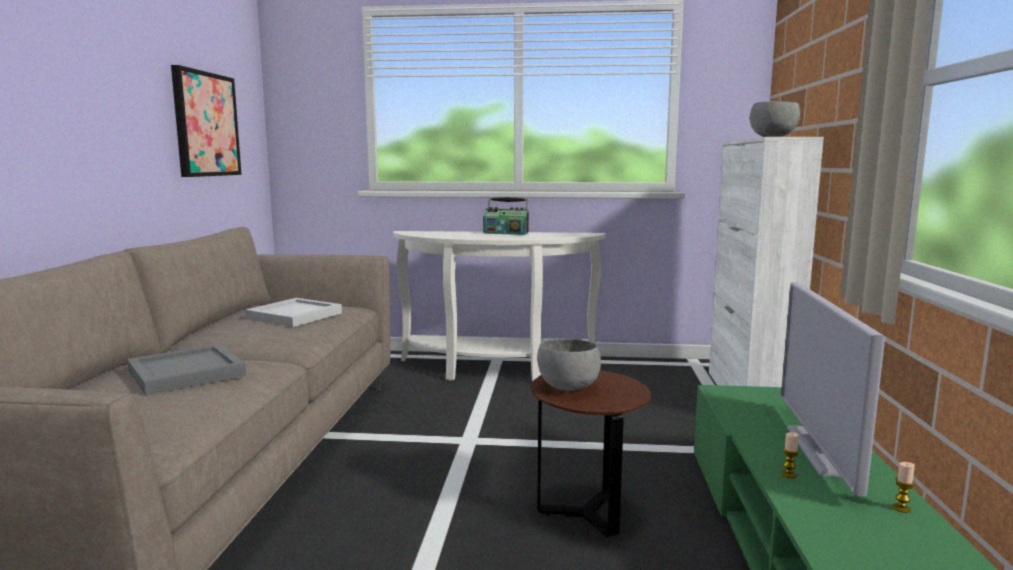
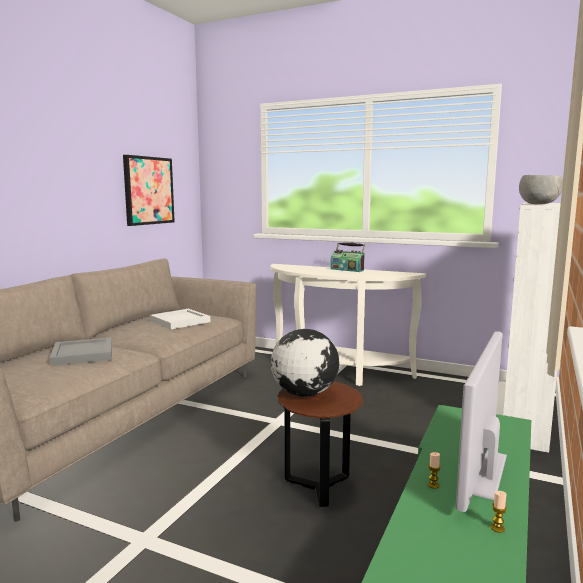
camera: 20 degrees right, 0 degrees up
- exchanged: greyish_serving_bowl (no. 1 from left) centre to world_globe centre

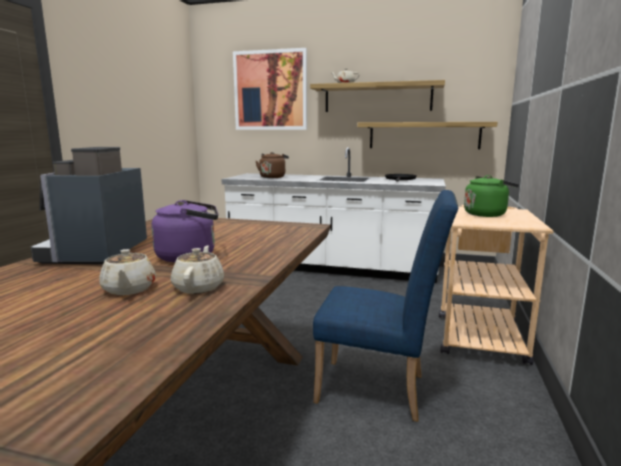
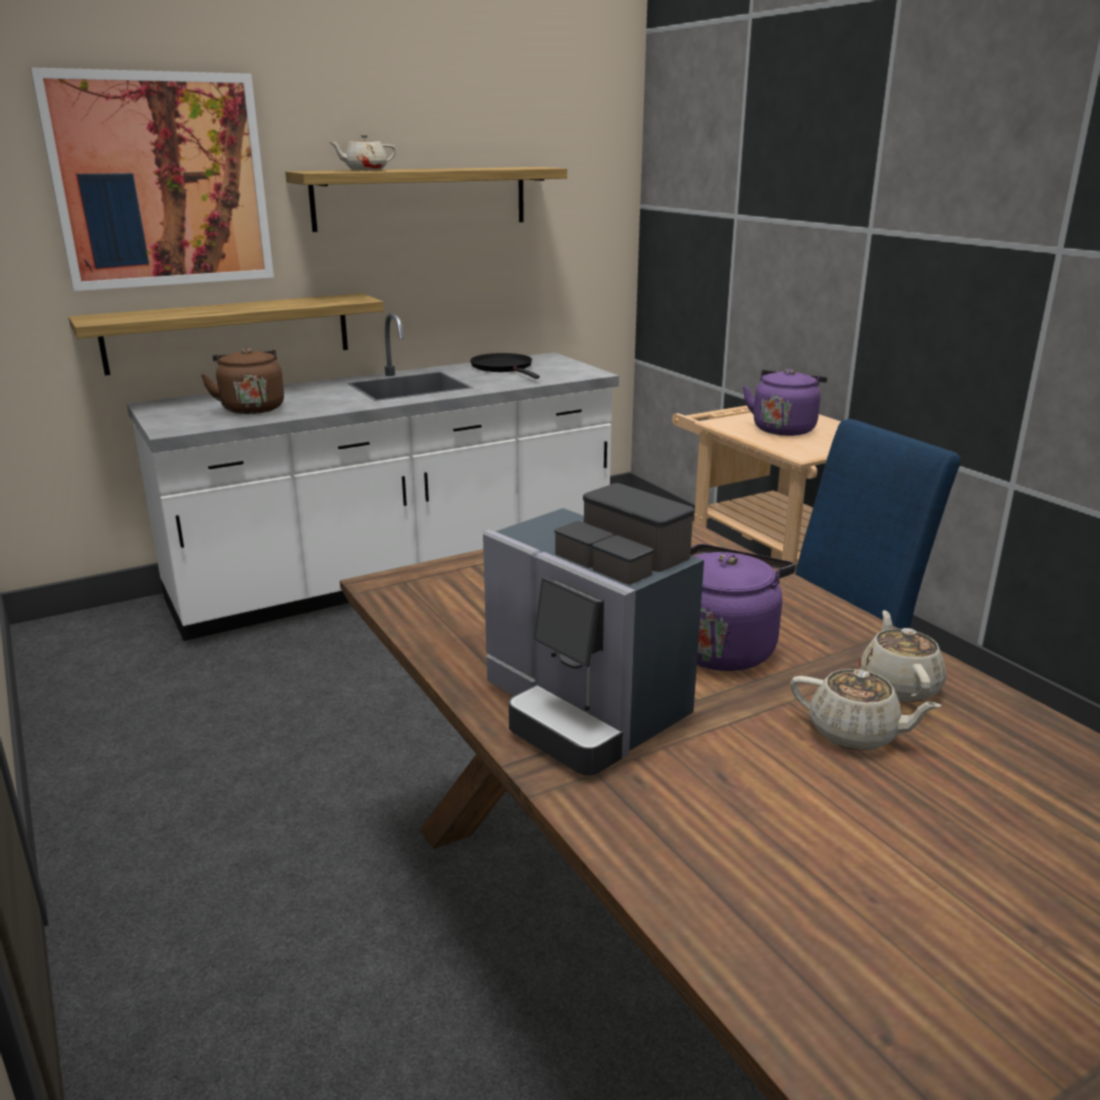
camera: 45 degrees left, 10 degrees up
- relocated: bracket_shelf (no. 2 from left in the first image) top right to bracket_shelf (no. 1 from left) top left
- colour: green-coloured_water_kettle middle right to purplish_water_kettle (no. 2 from left) middle right
- spun: beige-coloured_tea_pot (no. 2 from left in the first image) middle left = middle right 45 degrees clockwise

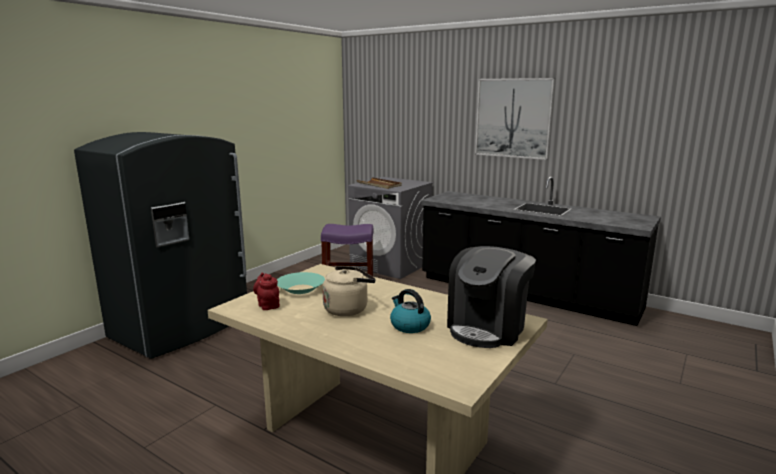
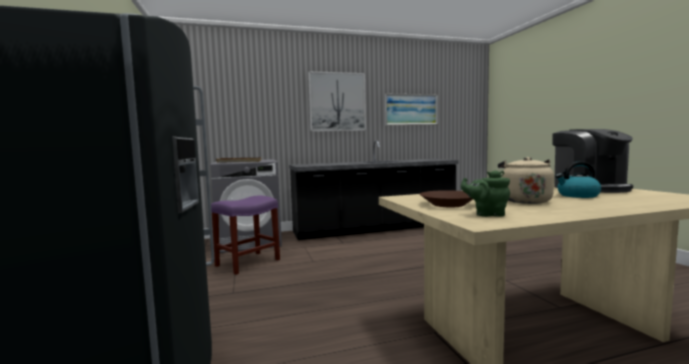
camera: 50 degrees left, 10 degrees down
- colour: reddish_tea_pot centre to green-coloured_tea_pot middle right
- colour: blue-green_serving_bowl centre to brownish_serving_bowl centre
- appeared: wall_art (no. 2 from left) top centre

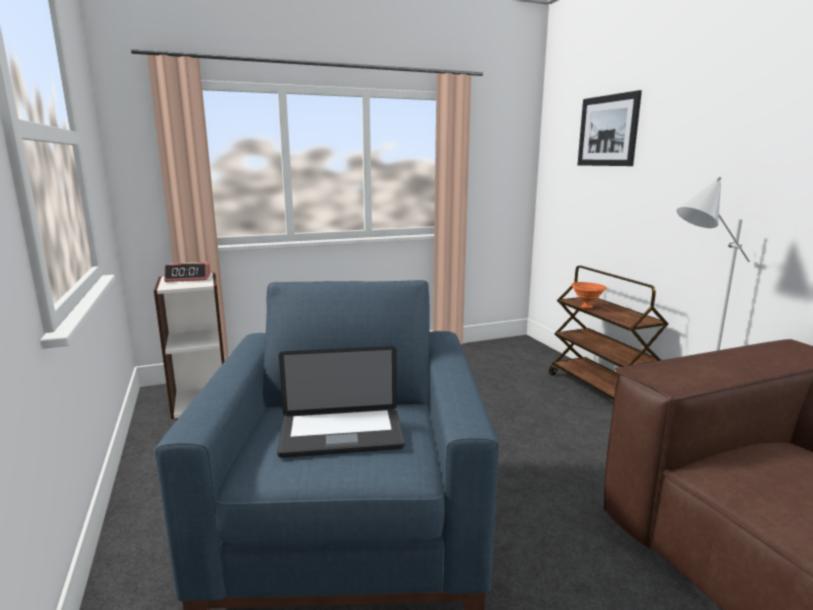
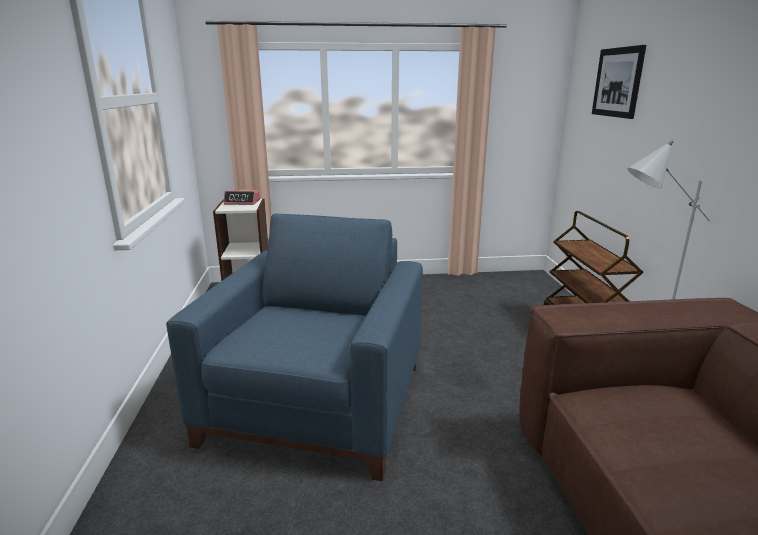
camera: 15 degrees right, 5 degrees up
- missing: orange-coloured_serving_bowl middle right
- missing: laptop centre

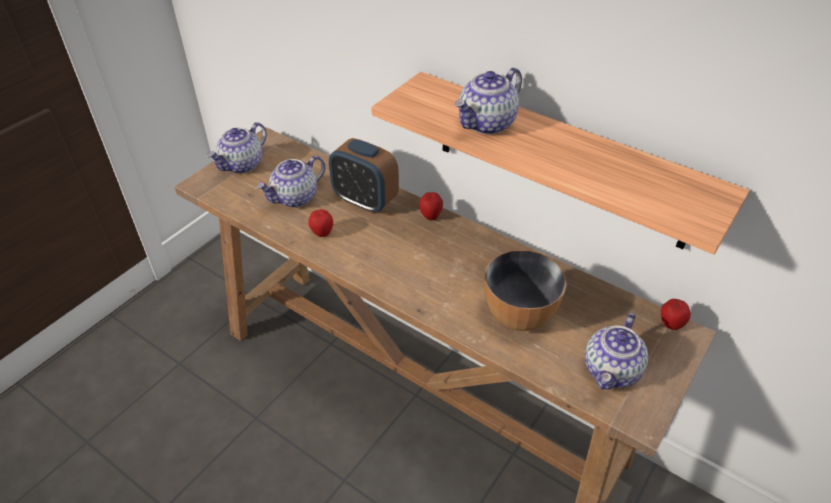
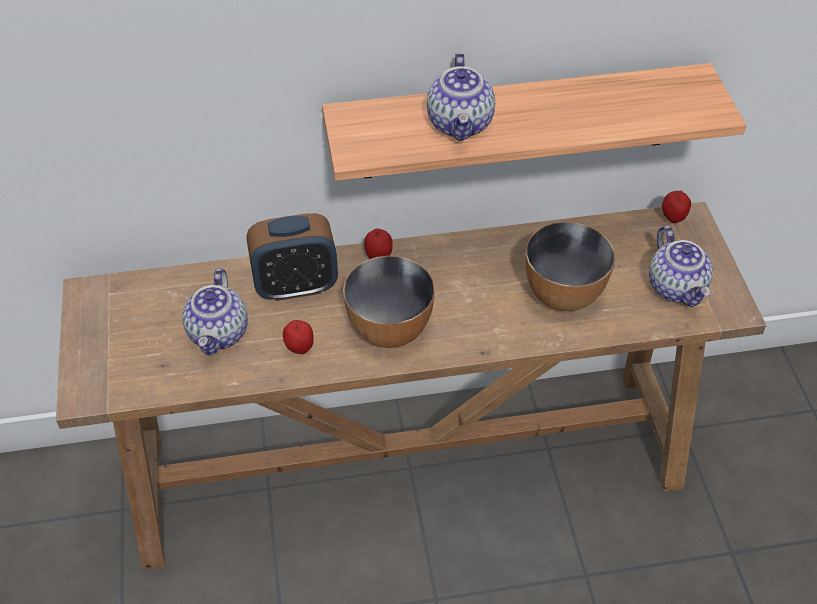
camera: 45 degrees left, 5 degrees up
- missing: tea_pot (no. 1 from left) top left
- appeared: serving_bowl (no. 1 from left) centre

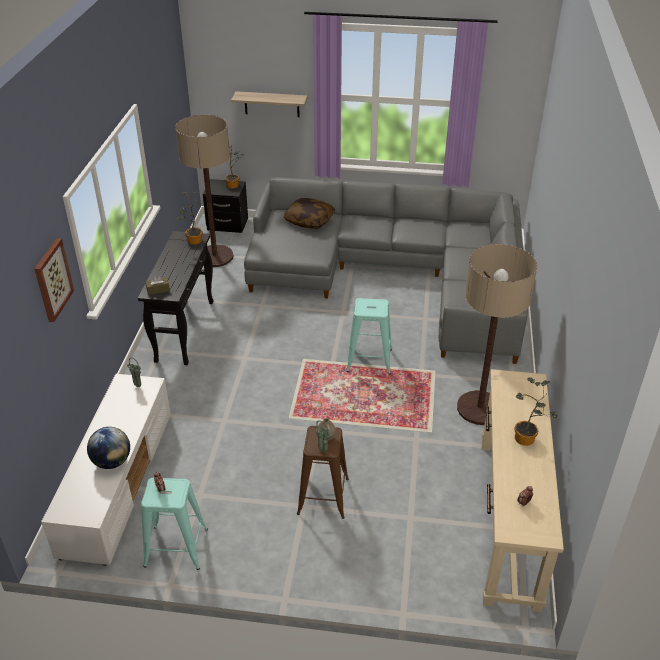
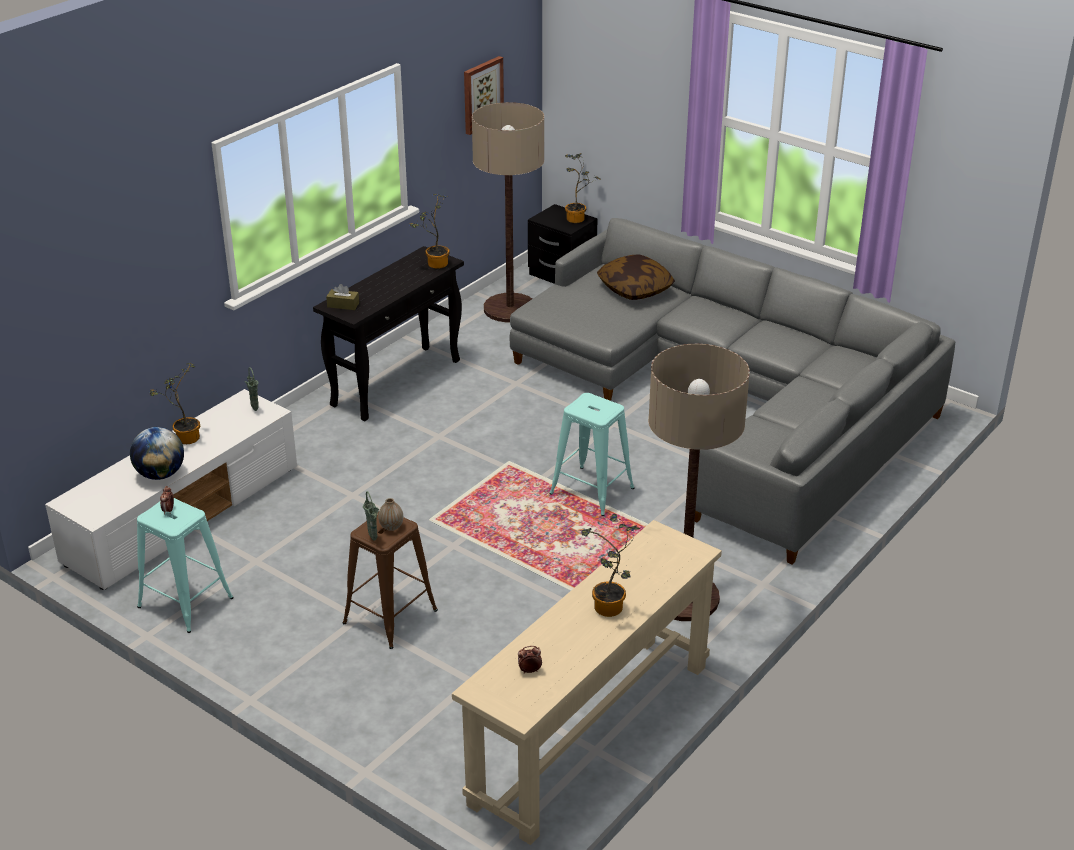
camera: 30 degrees right, 5 degrees down
- missing: bracket_shelf top centre
- relocated: wall_art middle left to top centre
- appeared: potted_plant (no. 1 from left) middle left

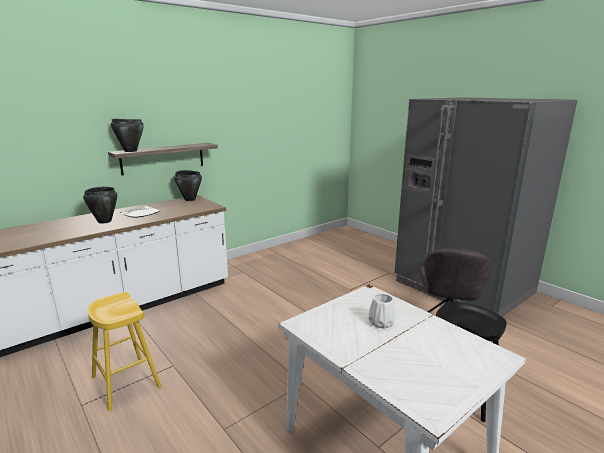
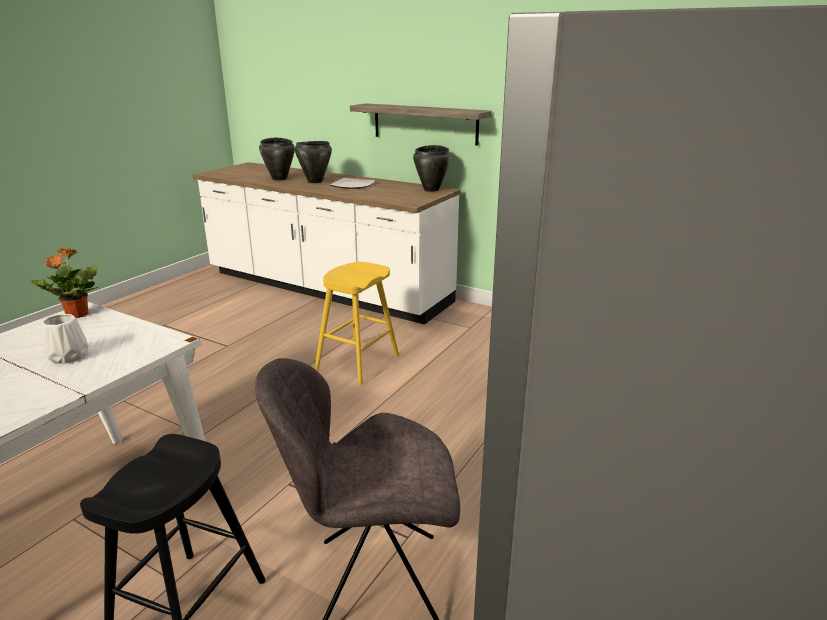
camera: 70 degrees right, 5 degrees up
- relocated: blackish_stockpot (no. 2 from left in the first image) top left to blackish_stockpot (no. 1 from left) top centre
- relocated: yellowish_stool_seat bottom left to centre
- appeared: potted_plant middle left

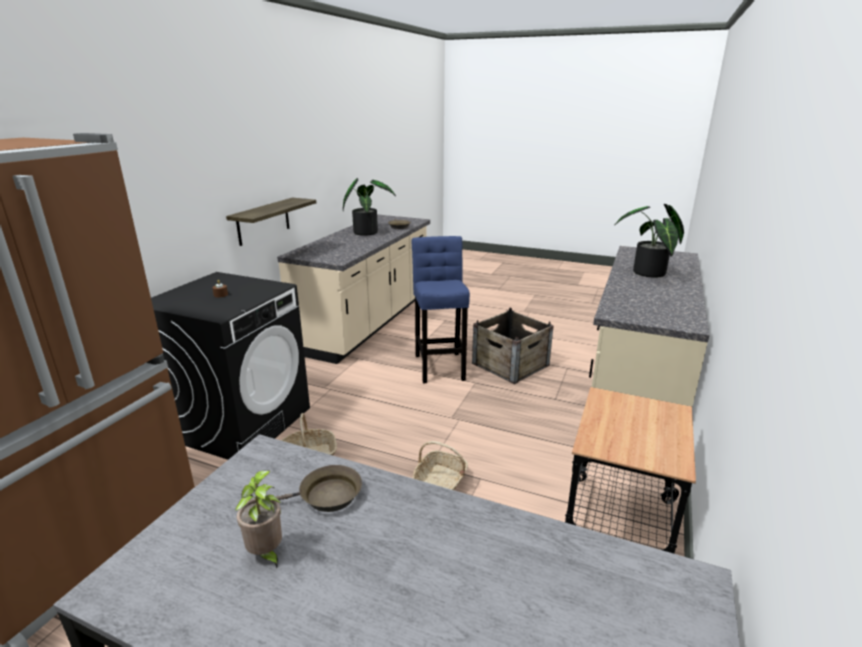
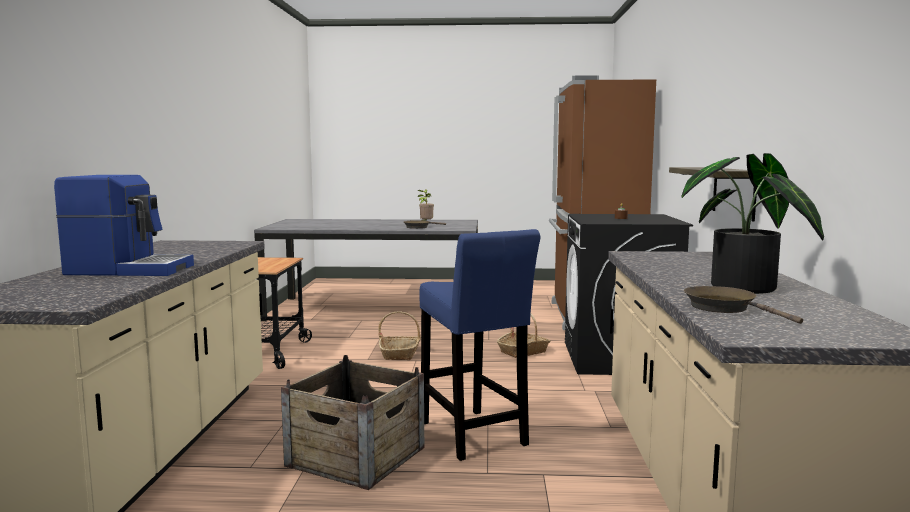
camera: 160 degrees right, 15 degrees down
- exchanged: potted_plant (no. 3 from left) middle right to coffee_maker middle left

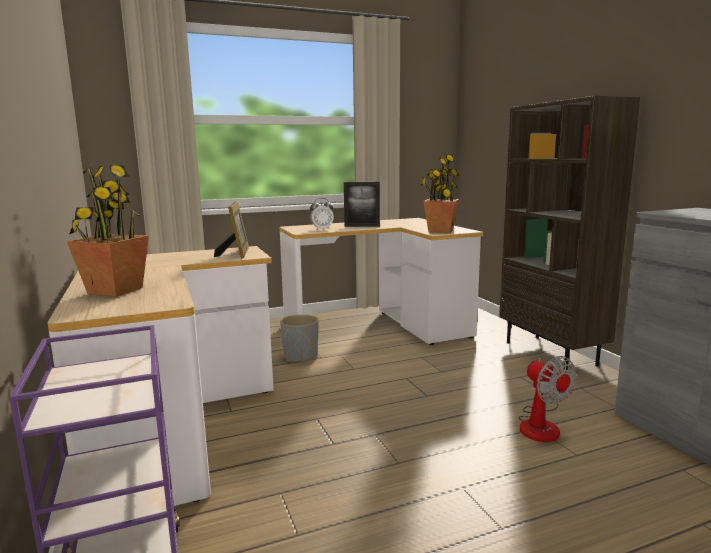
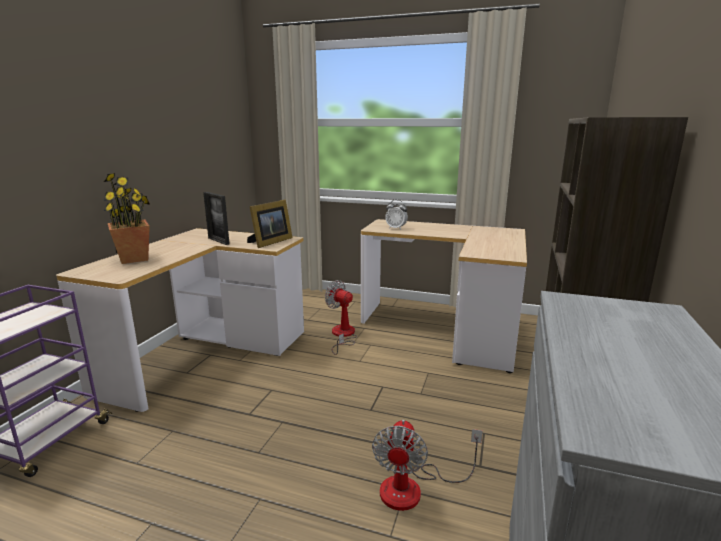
camera: 40 degrees right, 5 degrees up
- missing: potted_plant (no. 2 from left) centre
- relocated: picture_frame (no. 2 from left in the first image) centre to picture_frame (no. 1 from left) middle left
- exchanged: greyish_plant_pot centre to electric_fan (no. 1 from left) centre

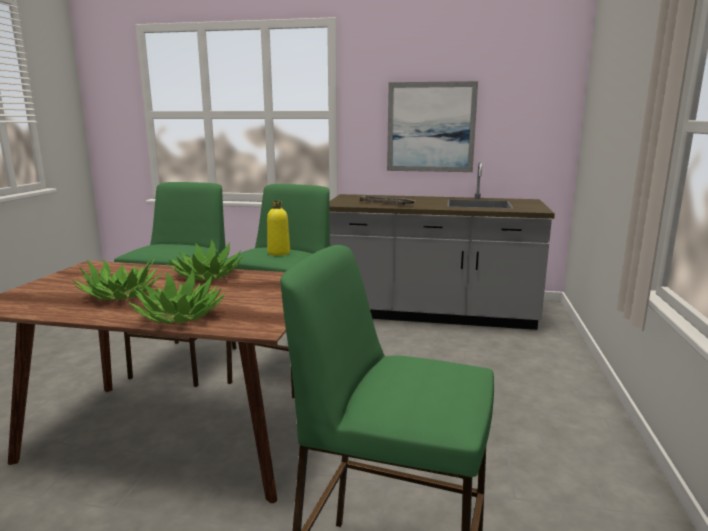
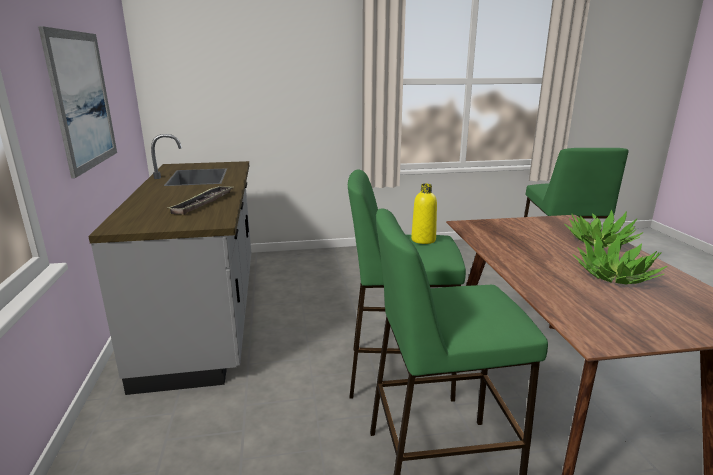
camera: 110 degrees left, 5 degrees up
- missing: potted_plant (no. 3 from left) middle left

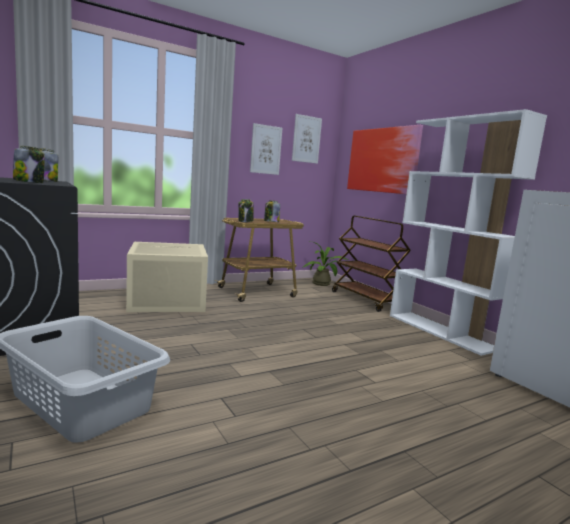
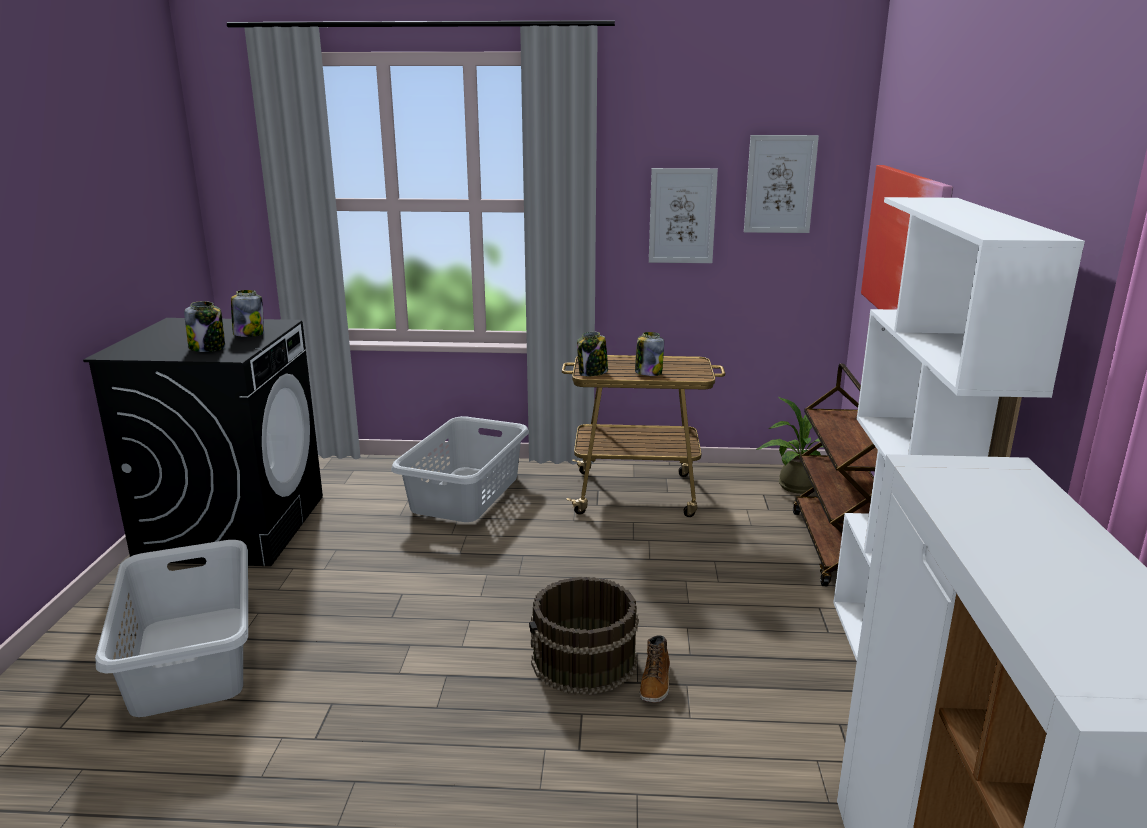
camera: 35 degrees right, 10 degrees up
- exchanged: beige-coloured_storage_bin middle left to greyish_washing_basket (no. 2 from left) centre
- appeared: brownish_pail bottom centre
- appeared: boot bottom centre

